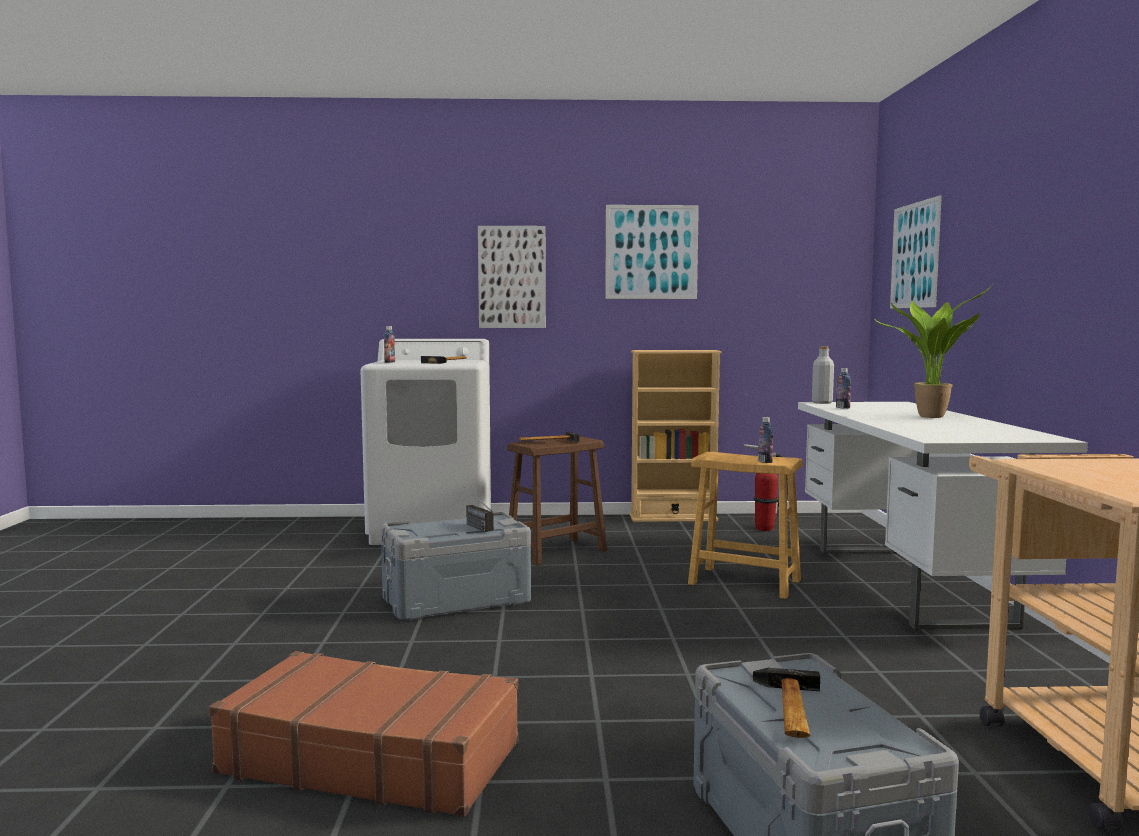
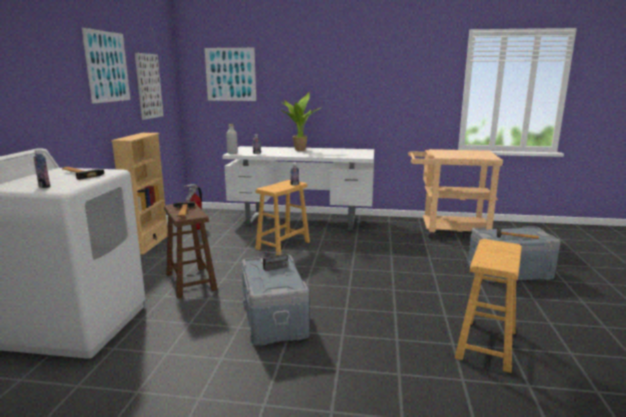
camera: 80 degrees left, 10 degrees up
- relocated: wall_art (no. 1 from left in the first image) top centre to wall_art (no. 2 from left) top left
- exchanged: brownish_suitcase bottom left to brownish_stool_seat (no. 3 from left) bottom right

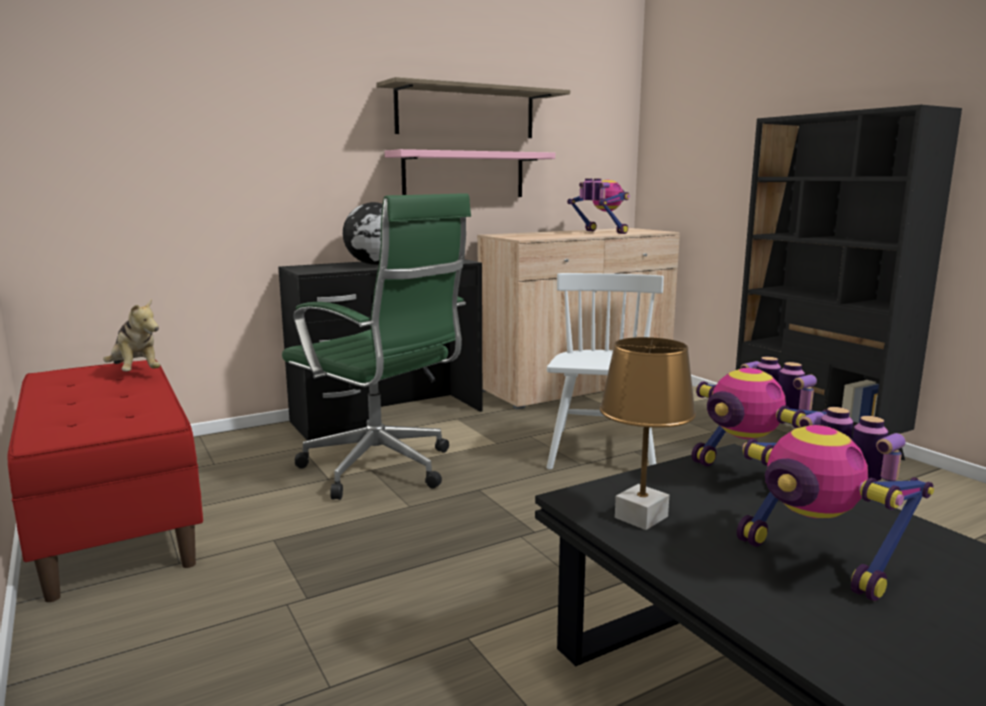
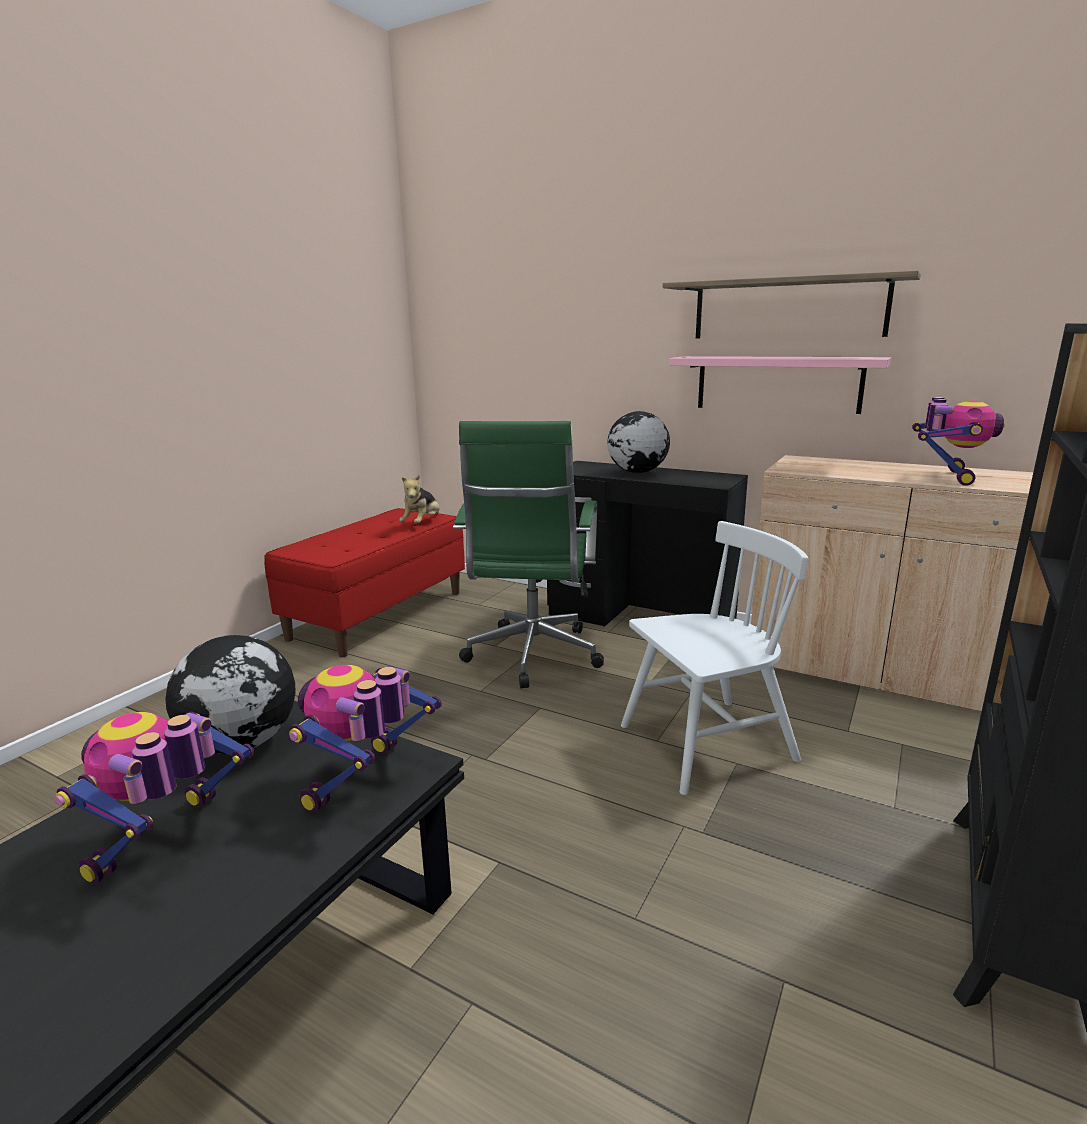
camera: 60 degrees right, 5 degrees up
- exchanged: brownish_table_lamp centre to world_globe (no. 1 from left) middle left

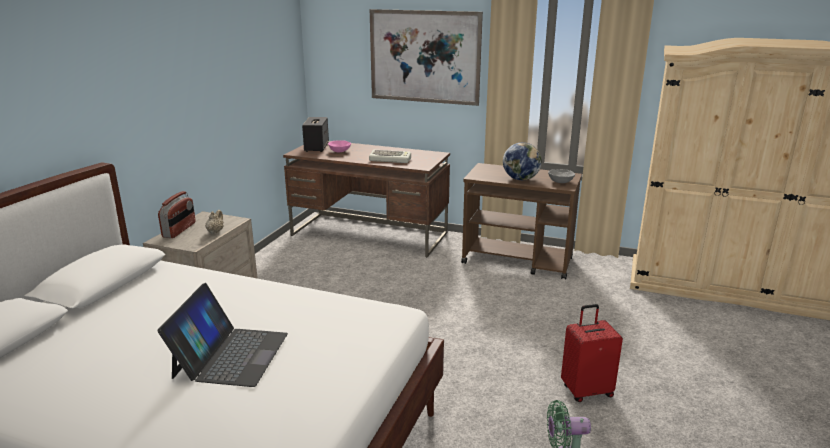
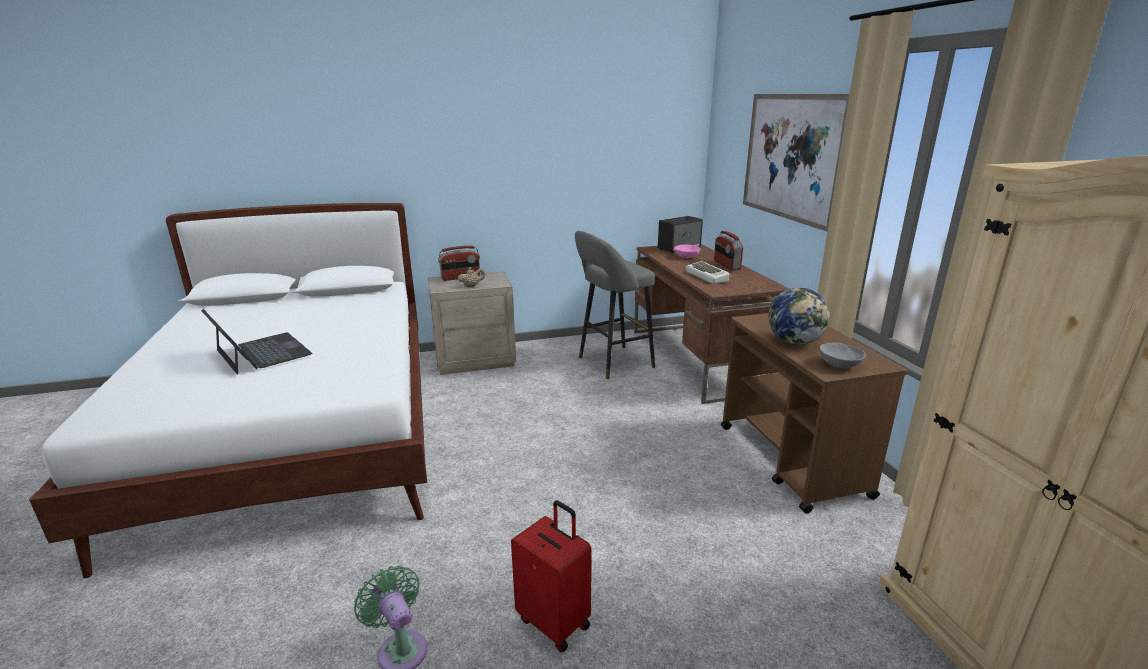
camera: 55 degrees right, 0 degrees up
- spun: laptop bottom left = middle left 105 degrees counterclockwise
- appeared: greyish_stool_seat centre
- appeared: radio_set (no. 2 from left) centre

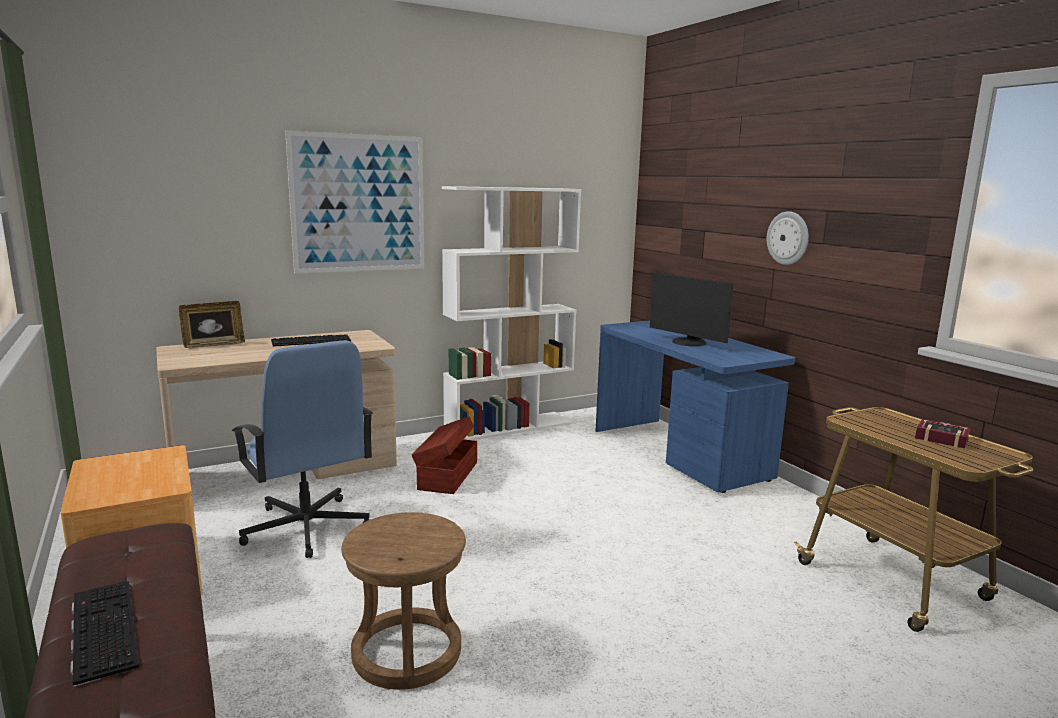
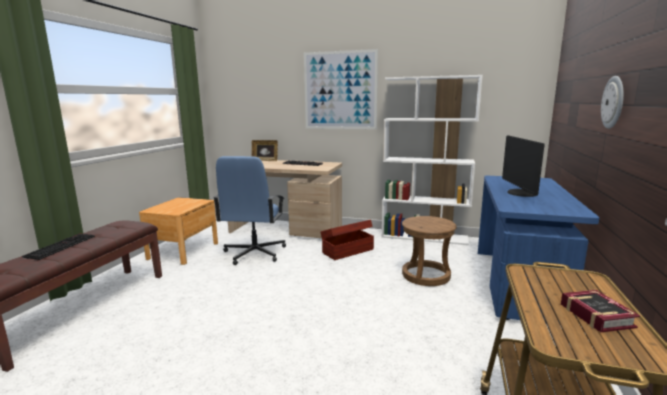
camera: 45 degrees right, 0 degrees up
- relocated: brownish_stool_seat bottom centre to centre

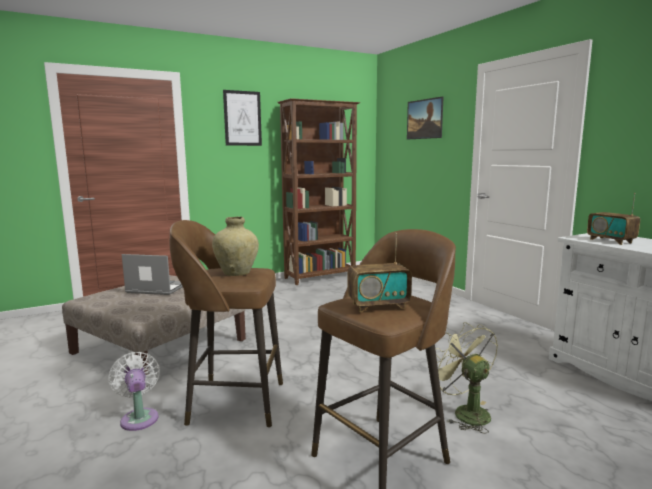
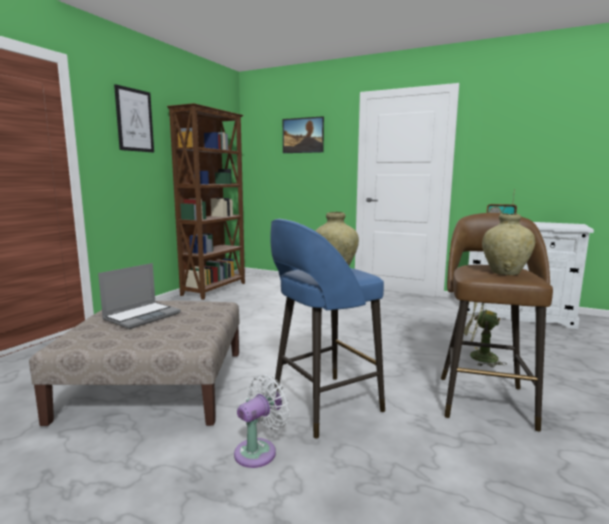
camera: 35 degrees left, 0 degrees up
- colour: brownish_stool_seat (no. 1 from left) centre to blue_stool_seat centre
- exchanged: radio_set (no. 1 from left) centre to beige-coloured_vase (no. 2 from left) middle right
- spun: laptop middle left = middle left 150 degrees clockwise
- spun: white_electric_fan bottom left = bottom centre 105 degrees clockwise

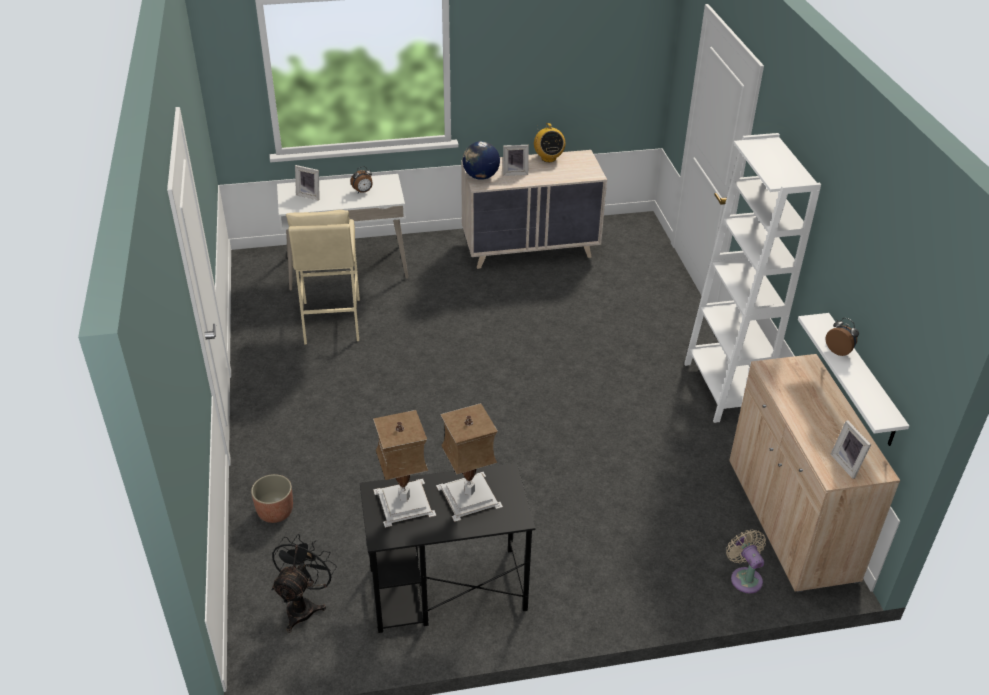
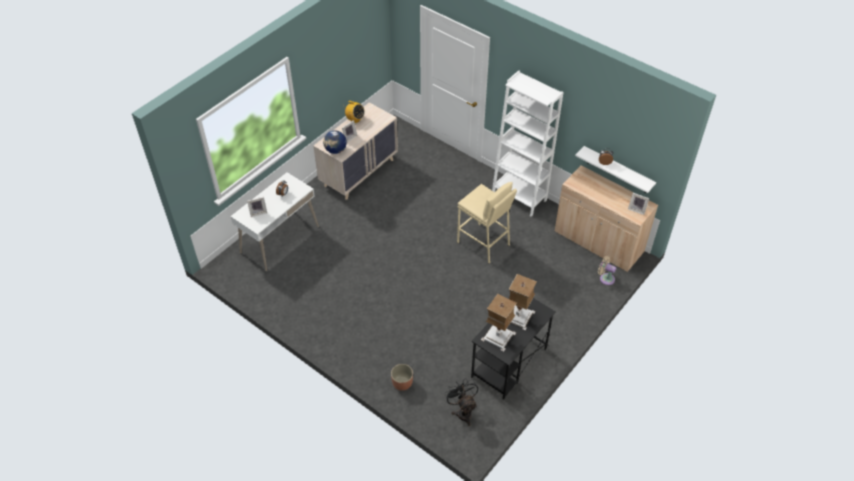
camera: 40 degrees left, 10 degrees up
- relocated: beige-coloured_stool_seat middle left to centre

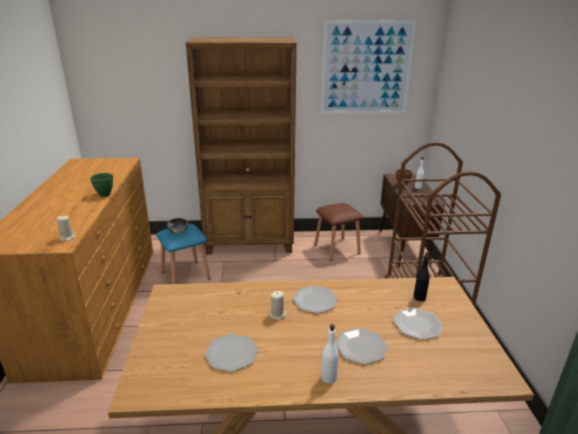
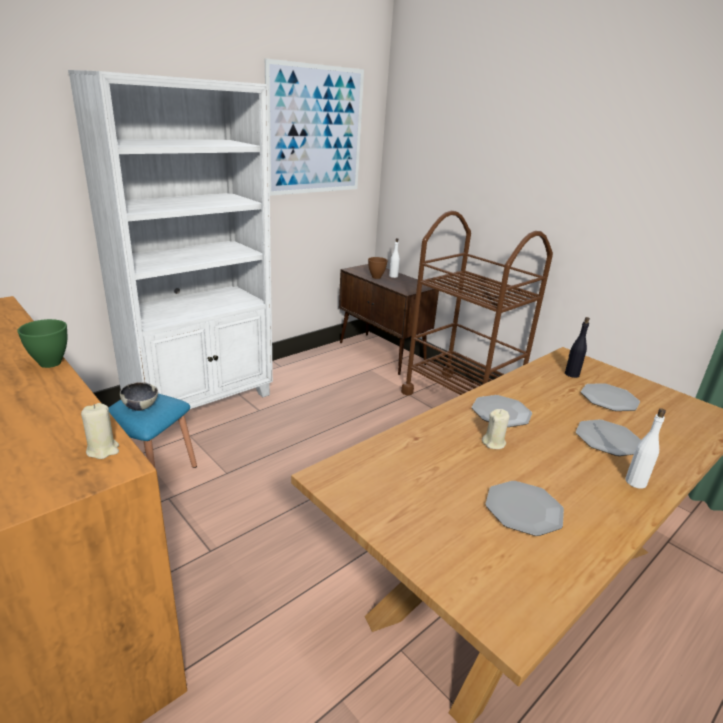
camera: 40 degrees left, 0 degrees up
- colour: brownish_shelving_unit centre to white_shelving_unit top left
- missing: brownish_stool_seat centre

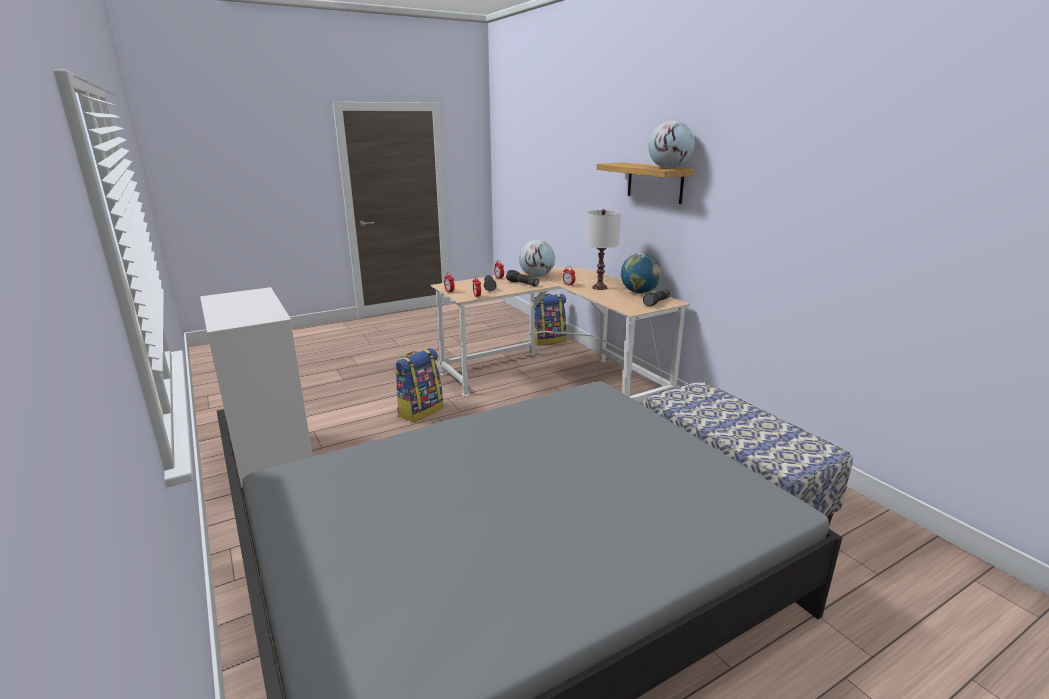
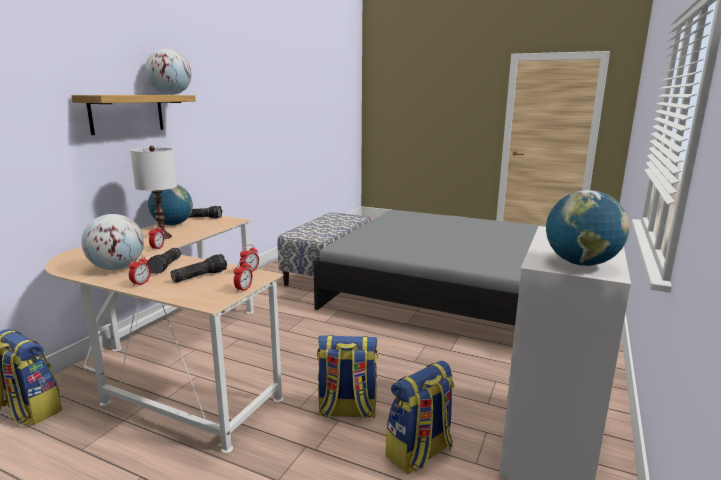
camera: 125 degrees left, 5 degrees down
- appeared: world_globe (no. 4 from left) middle right
- appeared: backpack (no. 3 from left) bottom centre

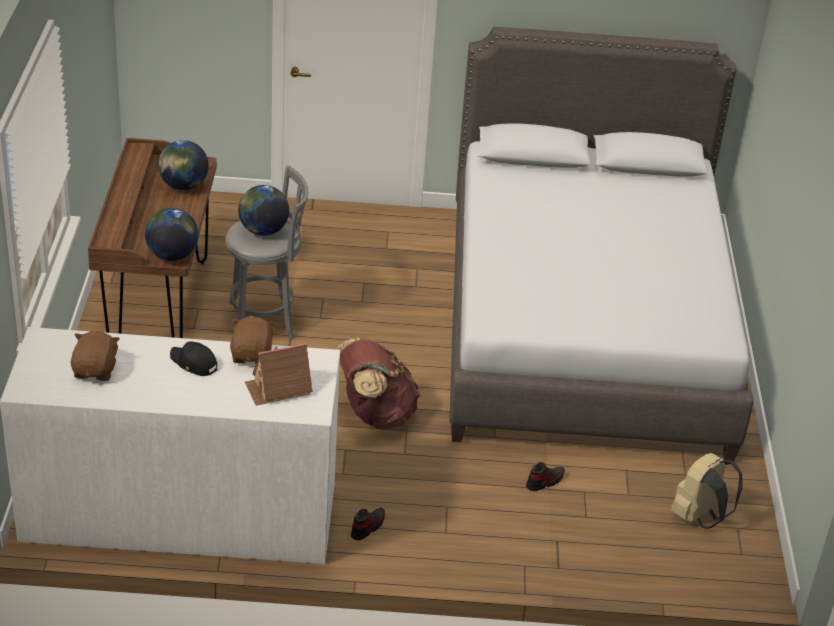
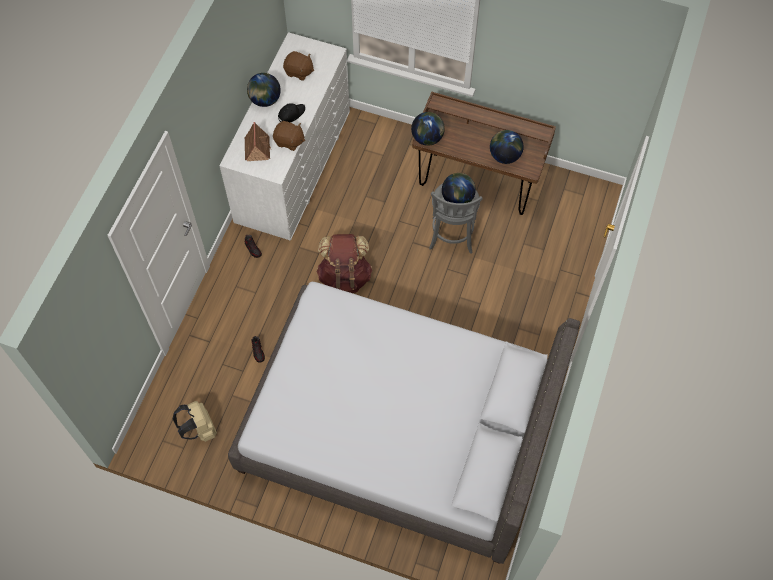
camera: 110 degrees right, 25 degrees up
- appeared: world_globe (no. 1 from left) top centre

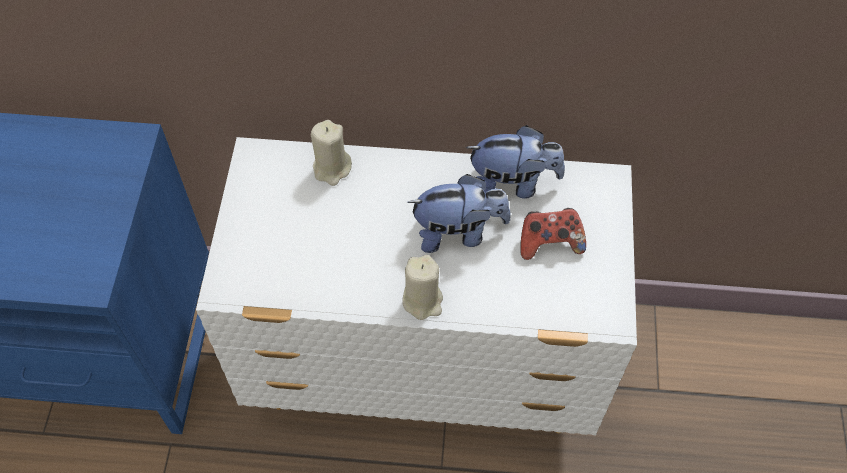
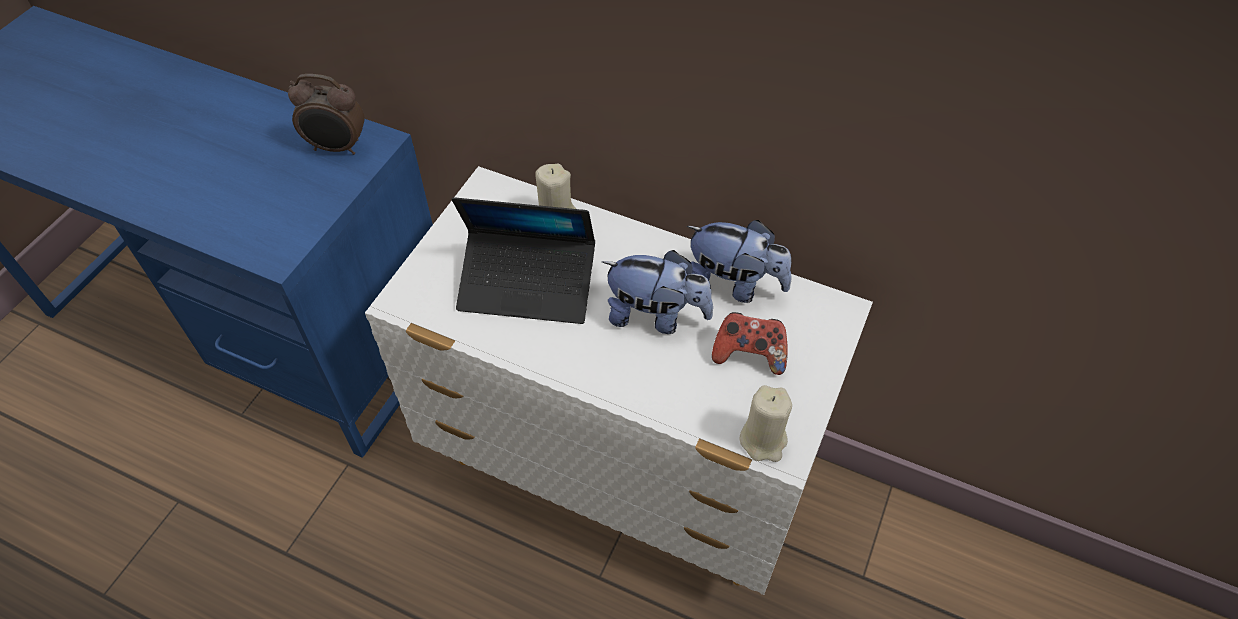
camera: 20 degrees right, 5 degrees down
- relocated: beige-coloured_candle (no. 2 from left) centre to bottom centre
- appeared: table_clock top left
- appeared: laptop centre

